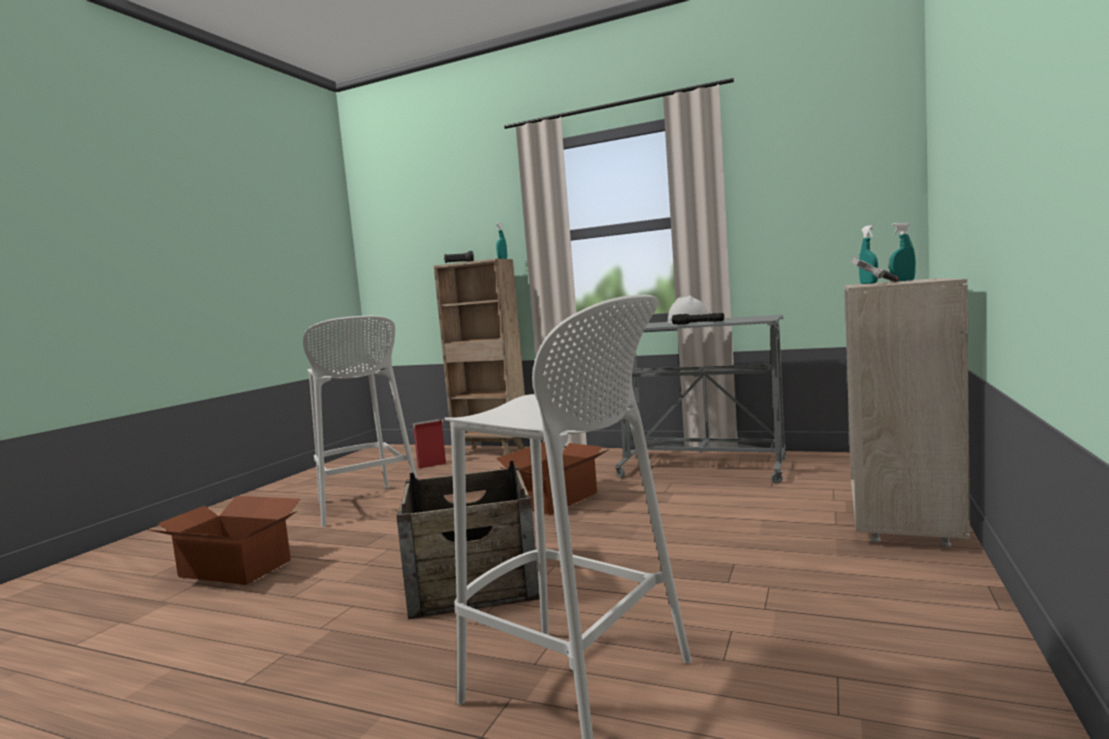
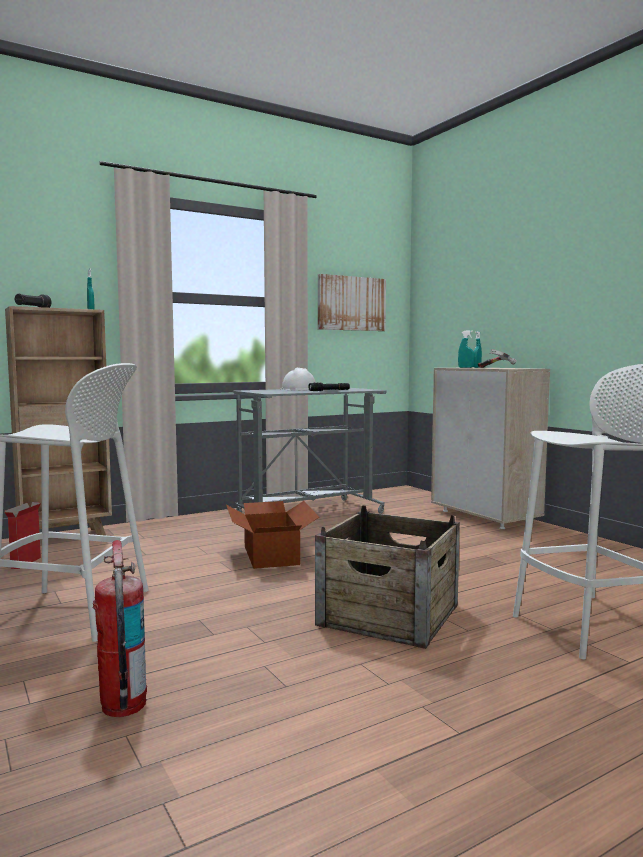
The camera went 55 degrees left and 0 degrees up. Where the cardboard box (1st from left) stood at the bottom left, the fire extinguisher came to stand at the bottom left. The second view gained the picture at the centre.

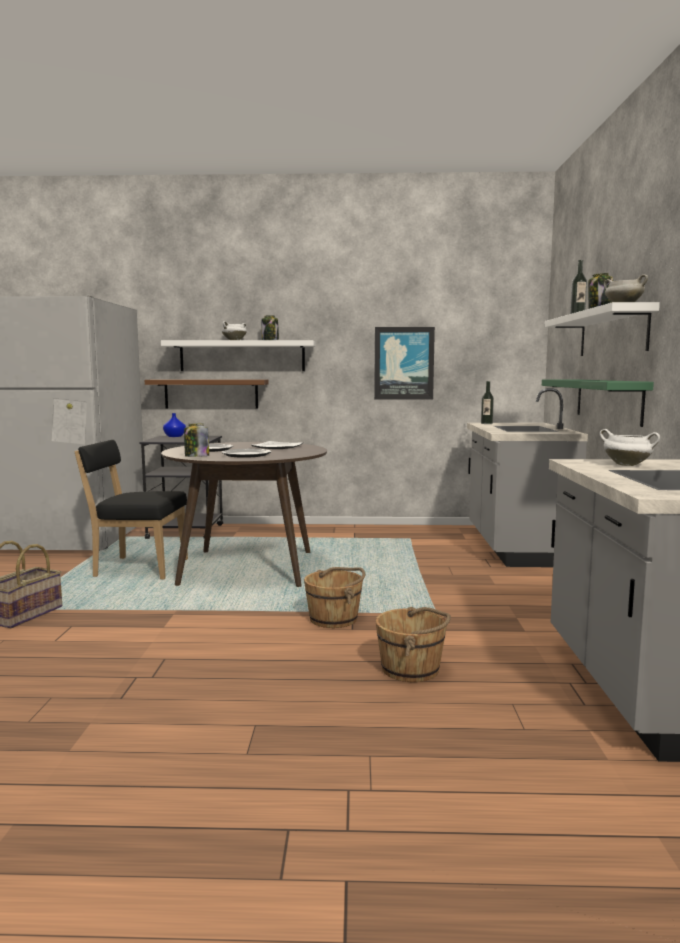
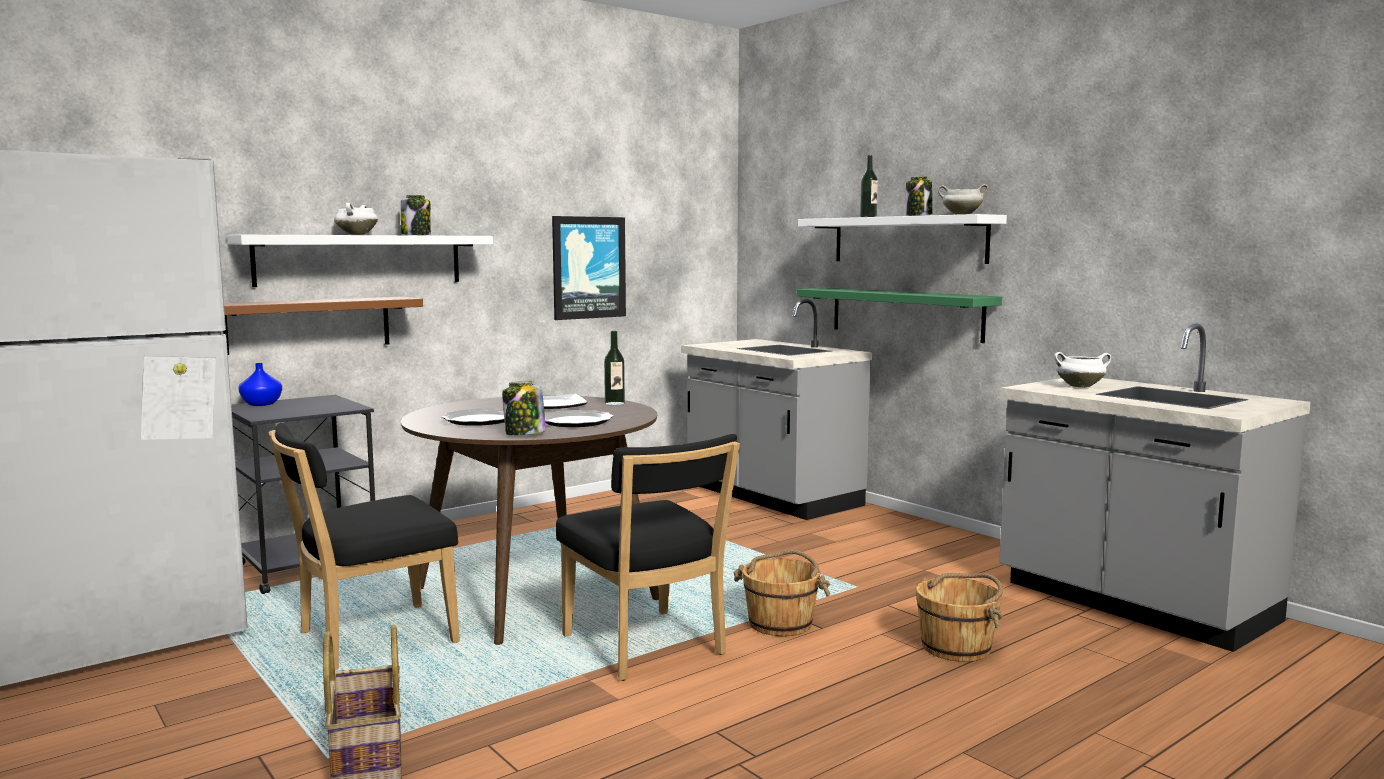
The camera went 40 degrees left and 0 degrees up. The second view gained the chair in black (2nd from left) at the bottom centre. The bottle (1st from left) ended up elsewhere, having gone from the middle right to the centre.

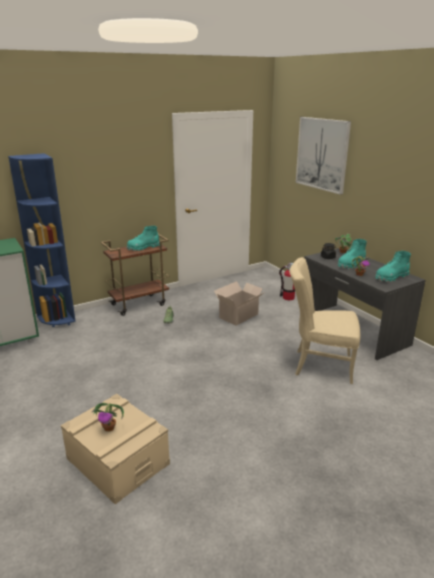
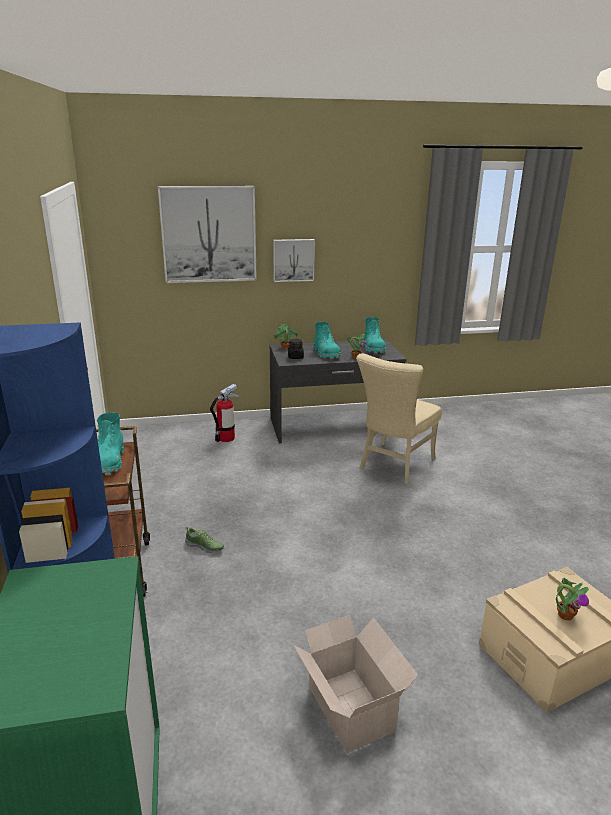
The camera went 70 degrees left and 0 degrees up. The second view gained the picture (2nd from left) at the top centre. The cardboard box ended up elsewhere, having gone from the centre to the bottom centre.

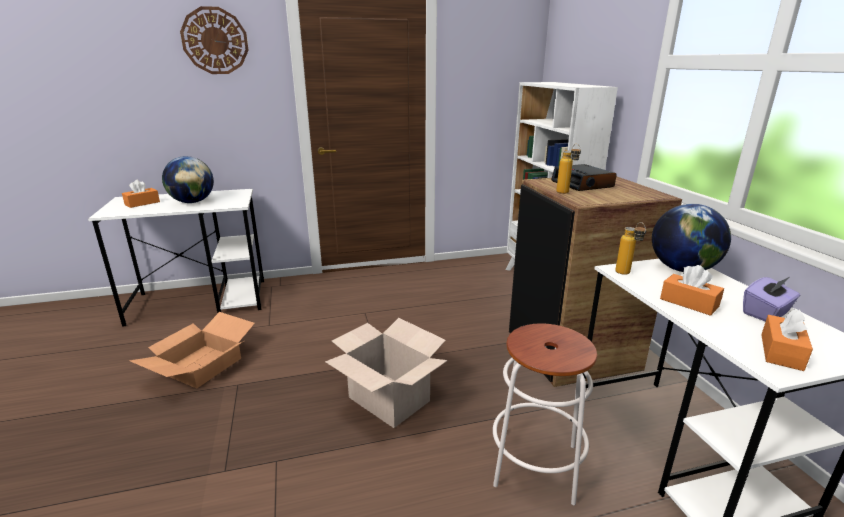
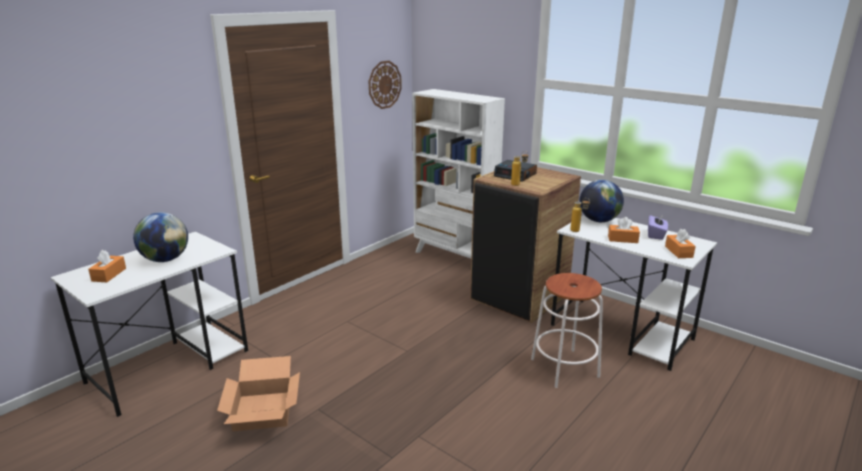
The camera went 35 degrees left and 0 degrees up. The wall clock ended up elsewhere, having gone from the top left to the top centre. The second view lost the cardboard box (2nd from left) at the bottom centre.

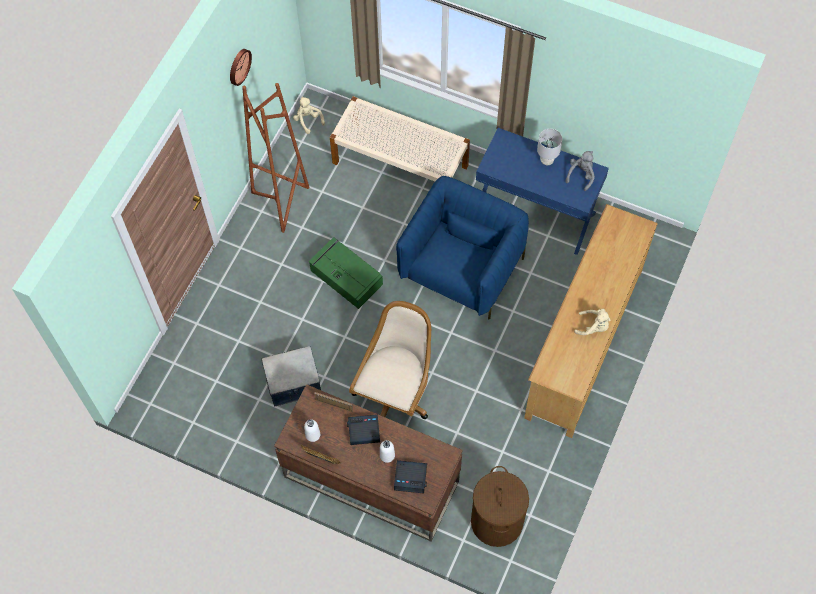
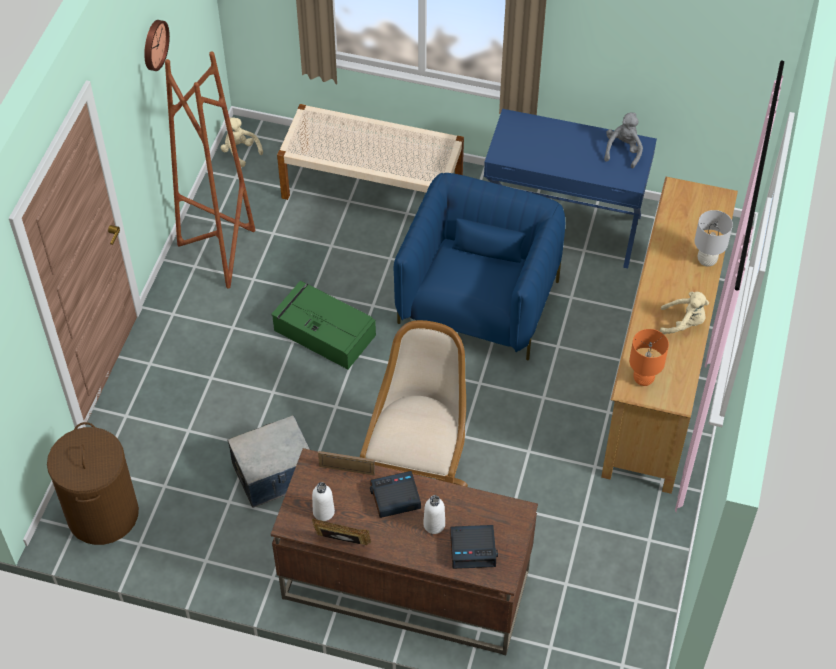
The camera went 10 degrees left and 10 degrees down. The laundry basket in brown ended up elsewhere, having gone from the bottom centre to the bottom left. The second view gained the table lamp in orange at the middle right. The table lamp in grey ended up elsewhere, having gone from the top right to the middle right.

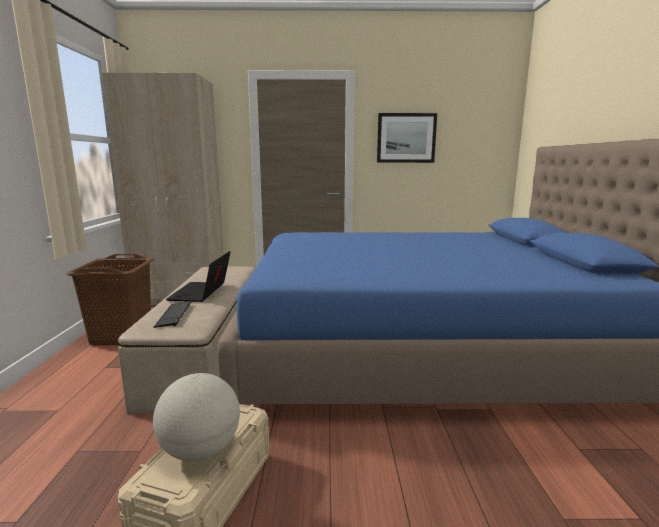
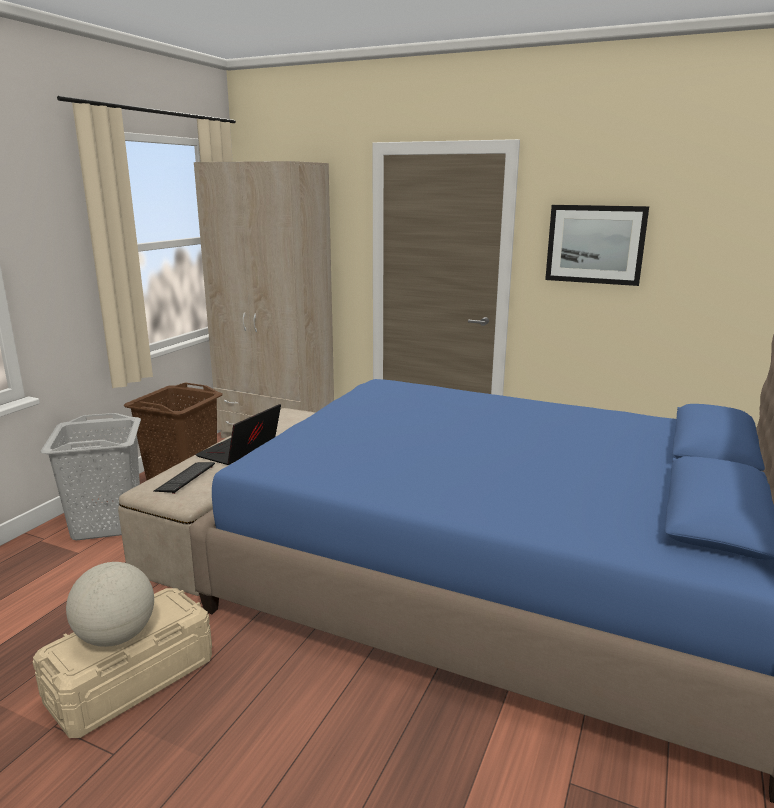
The camera went 25 degrees right and 5 degrees up. The second view gained the laundry basket in grey at the middle left.

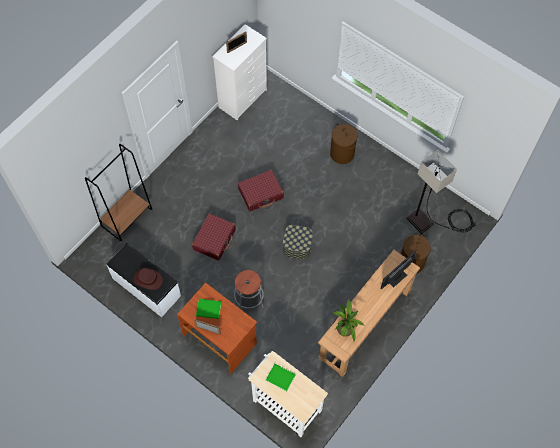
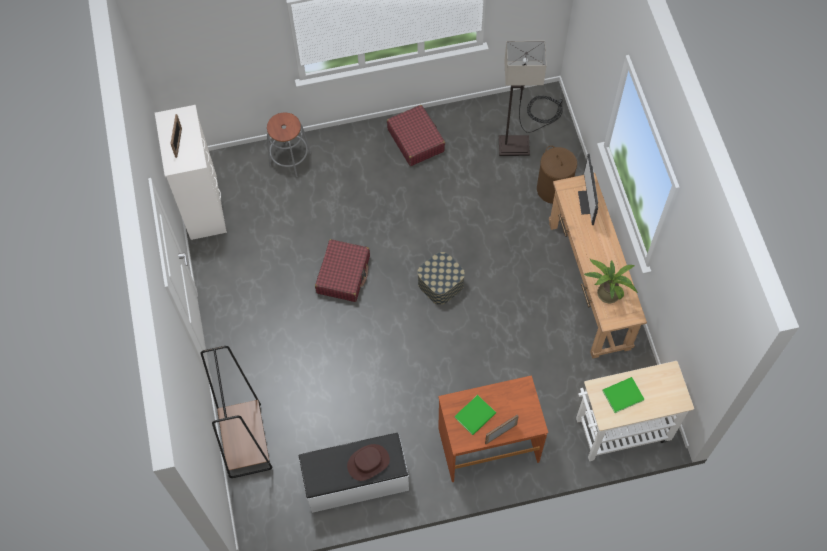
The camera went 50 degrees left and 0 degrees up. The stool in grey ended up elsewhere, having gone from the centre to the top centre. The suitcase in red (1st from left in the first image) ended up elsewhere, having gone from the centre to the top centre. The second view lost the laundry basket in brown (1st from left) at the top centre.

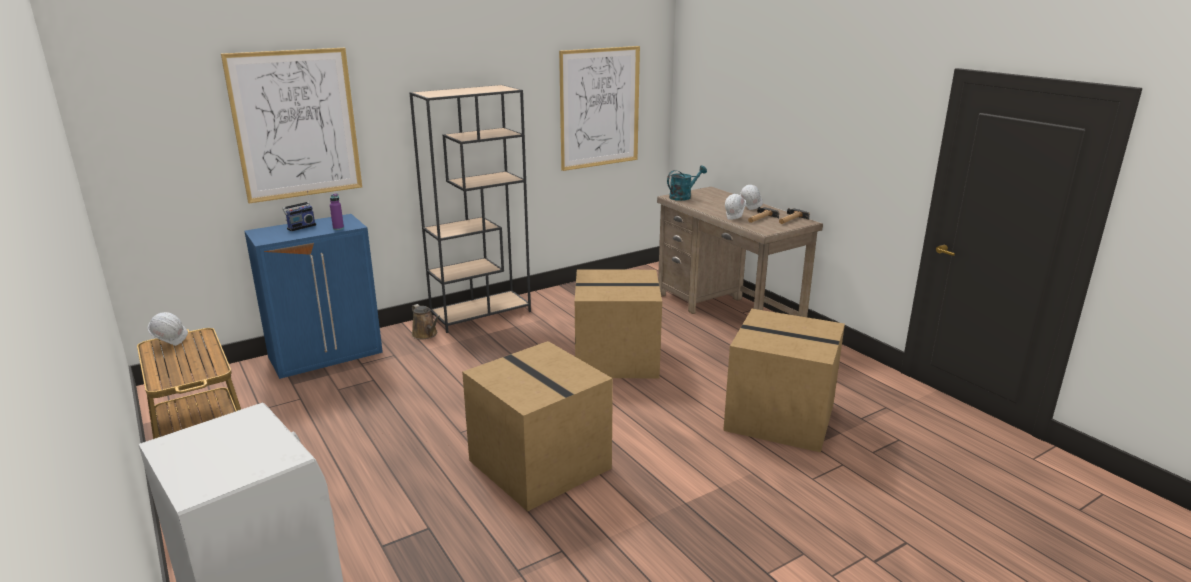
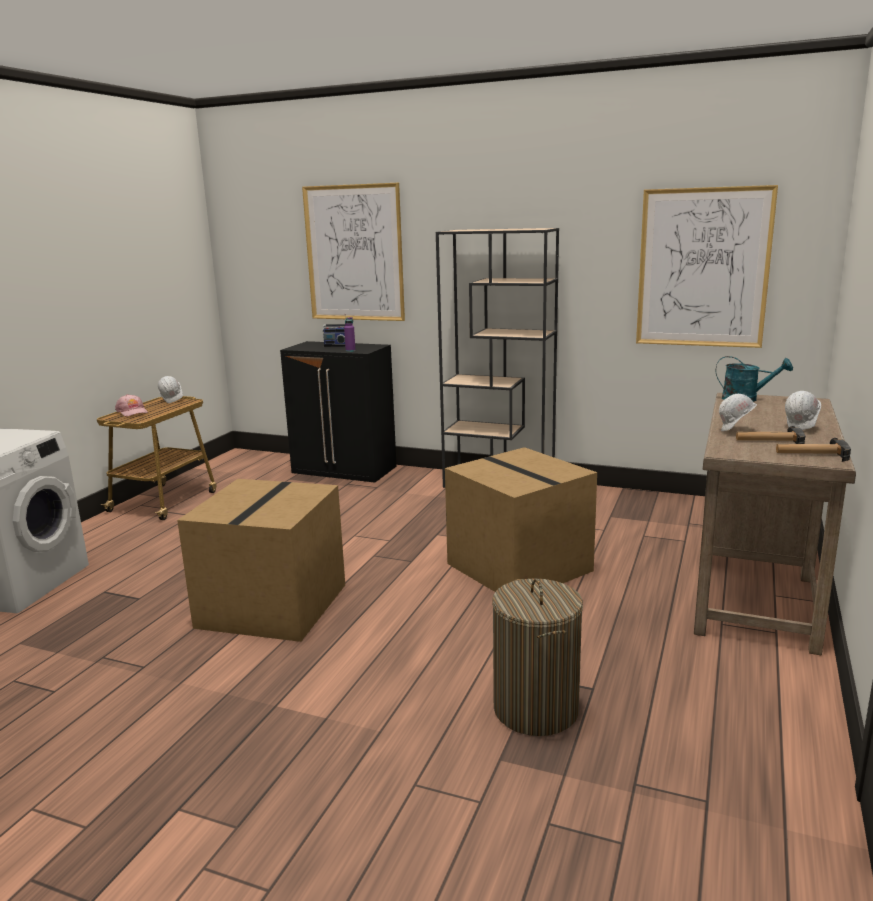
The camera went 55 degrees right and 5 degrees down. The second view gained the cap in pink at the middle left. What was the cabinet in blue at the middle left turned into the cabinet in black at the centre. Where the cardboard box (3rd from left) stood at the centre, the laundry basket came to stand at the bottom centre. The second view lost the watering can in brown at the centre.

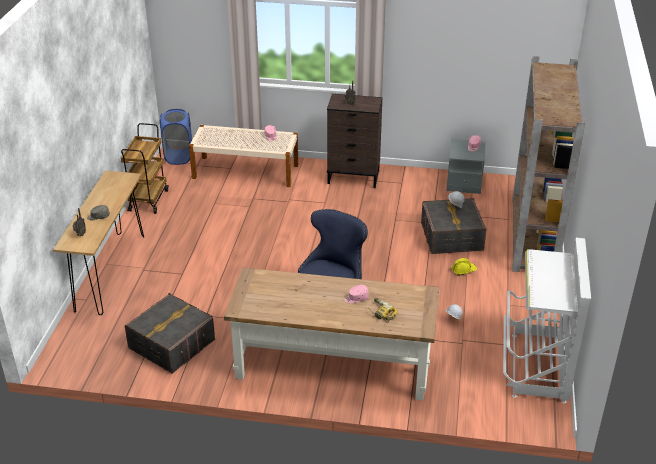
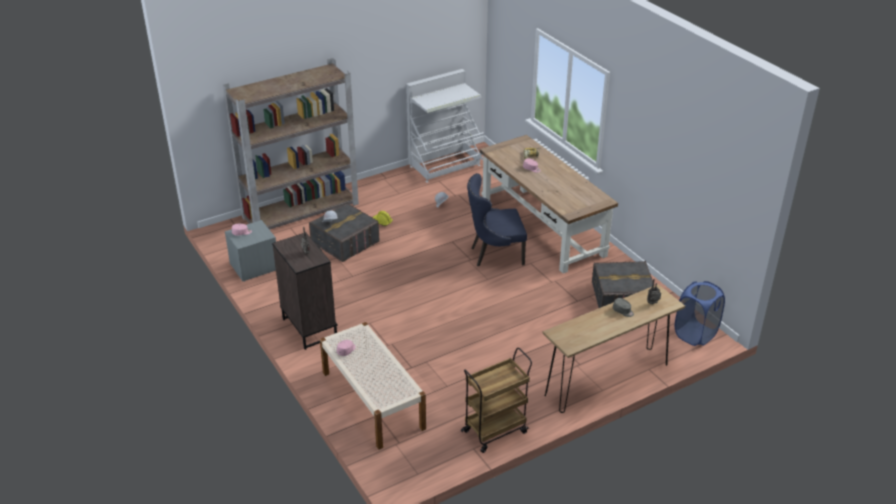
The camera went 130 degrees left and 0 degrees up. The laundry basket in blue ended up elsewhere, having gone from the top left to the middle right.

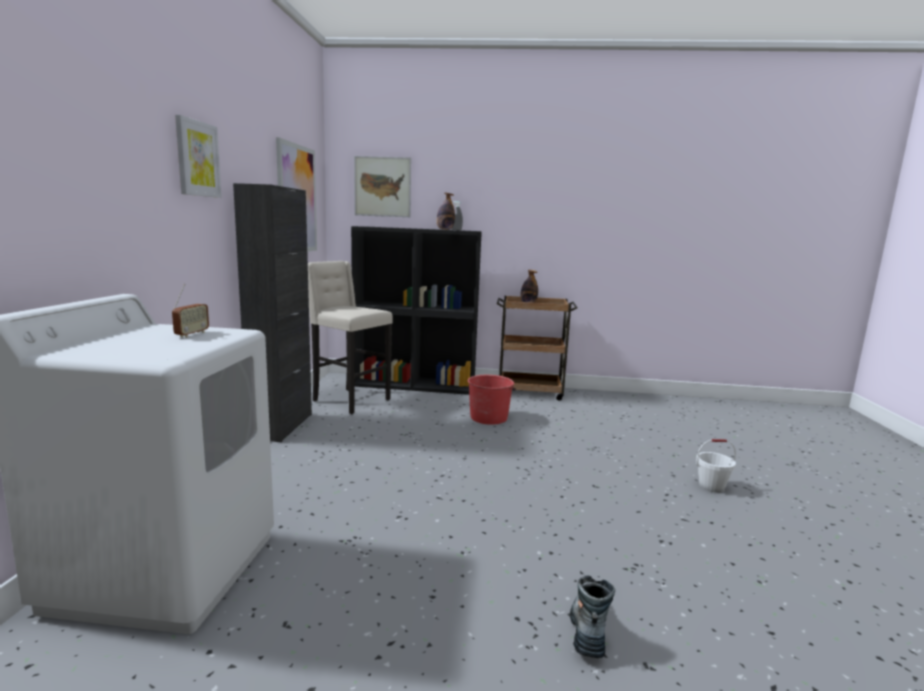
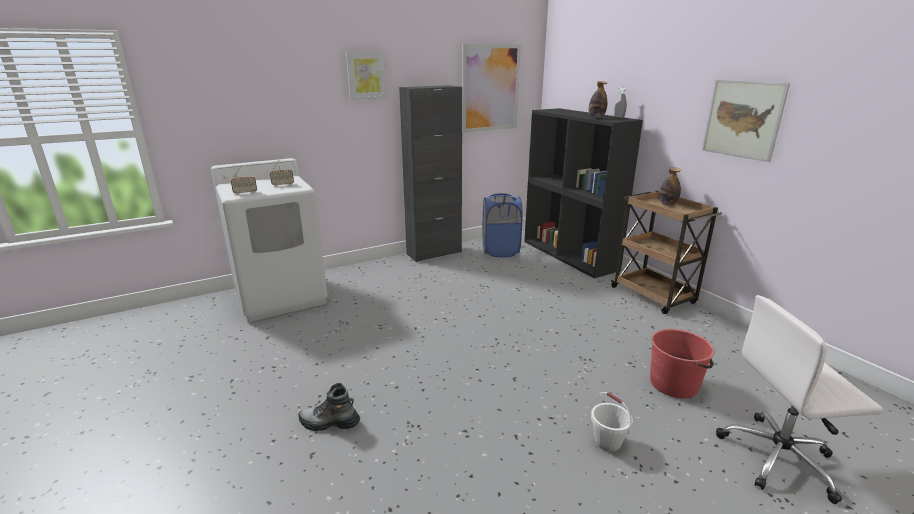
The camera went 55 degrees right and 10 degrees up. The second view gained the radio (1st from left) at the middle left. The boot at the bottom centre ended up facing another way, 150 degrees counterclockwise from before. Where the stool in beige stood at the centre, the laundry basket in blue came to stand at the centre. The bucket in red ended up elsewhere, having gone from the centre to the bottom right. The picture (3rd from left) ended up elsewhere, having gone from the top centre to the top right. The second view gained the office chair in white at the bottom right.

